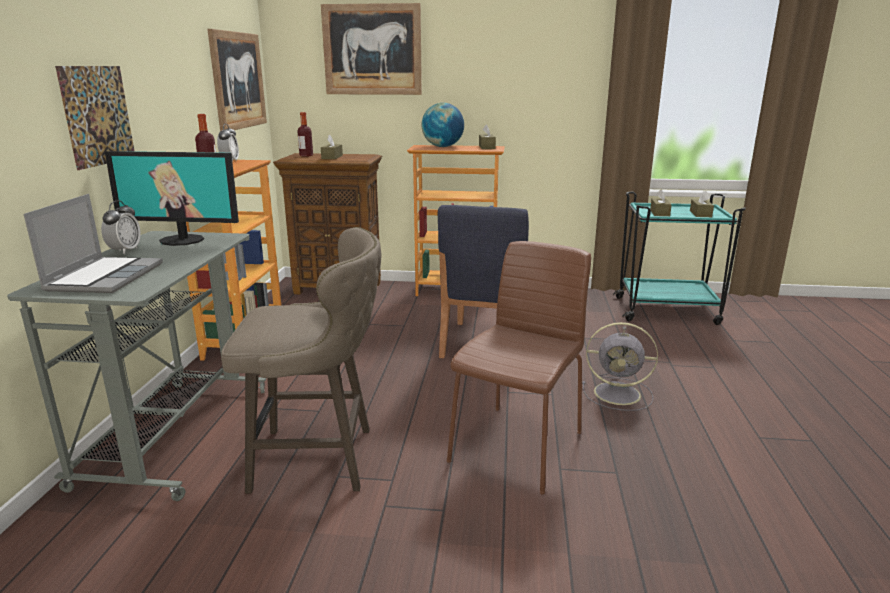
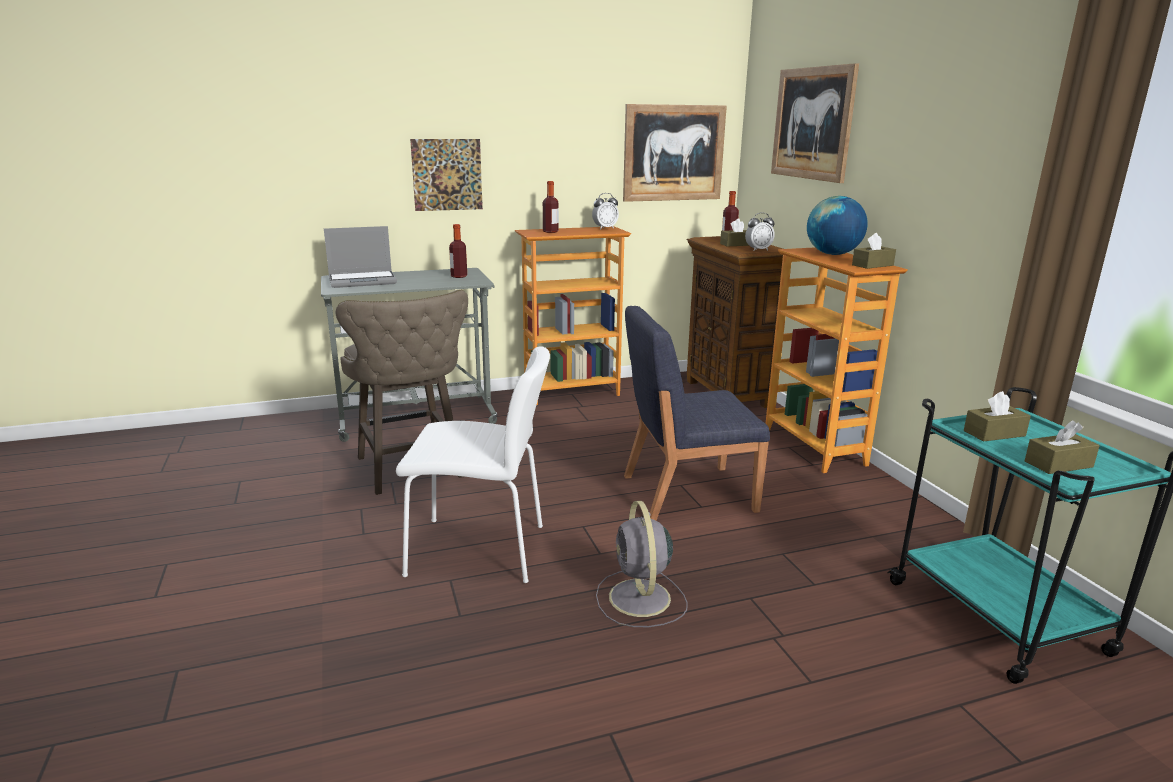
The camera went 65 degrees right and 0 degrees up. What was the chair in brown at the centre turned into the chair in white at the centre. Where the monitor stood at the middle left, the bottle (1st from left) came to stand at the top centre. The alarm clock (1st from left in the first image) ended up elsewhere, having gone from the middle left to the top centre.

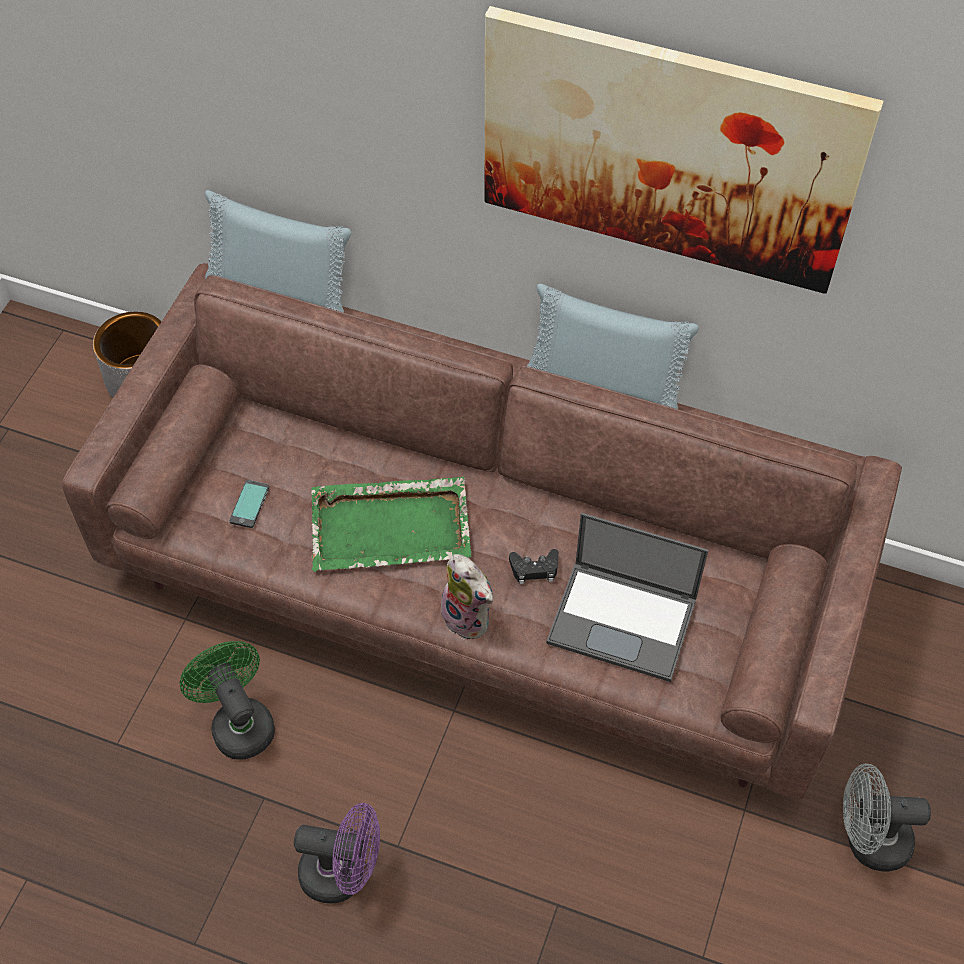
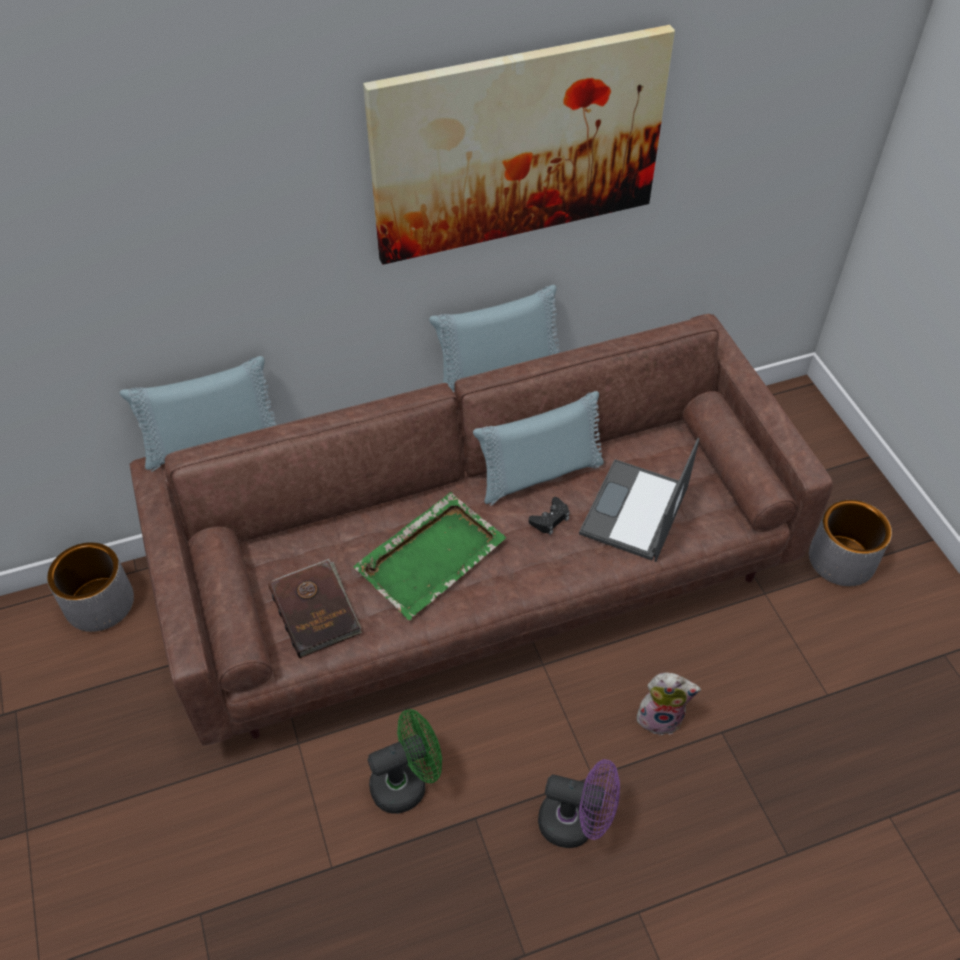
The camera went 40 degrees left and 5 degrees down. Where the phone stood at the middle left, the book in brown came to stand at the middle left. The fan in green at the bottom left ended up facing another way, 135 degrees clockwise from before. The second view gained the pillow in blue (3rd from left) at the centre. The fan in purple at the bottom centre ended up facing another way, 45 degrees clockwise from before. The laptop at the centre ended up facing another way, 135 degrees clockwise from before. The plush toy ended up elsewhere, having gone from the centre to the bottom right. Where the fan in grey stood at the bottom right, the planter in grey (2nd from left) came to stand at the middle right.

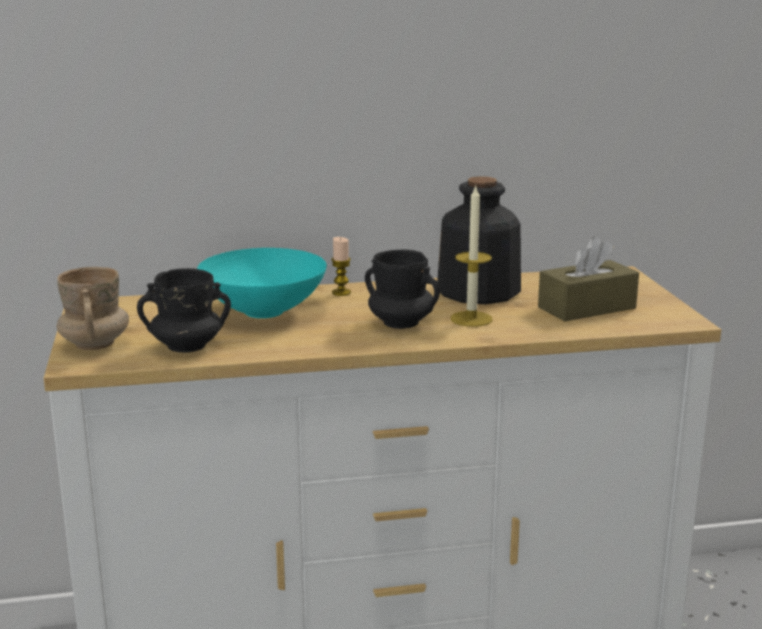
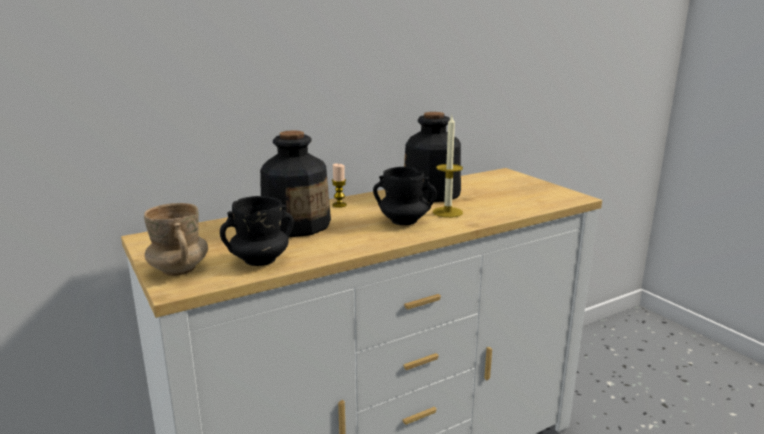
The camera went 20 degrees left and 0 degrees up. Where the bowl in turquoise stood at the centre, the bottle (1st from left) came to stand at the centre. The second view lost the tissue box in brown at the middle right.

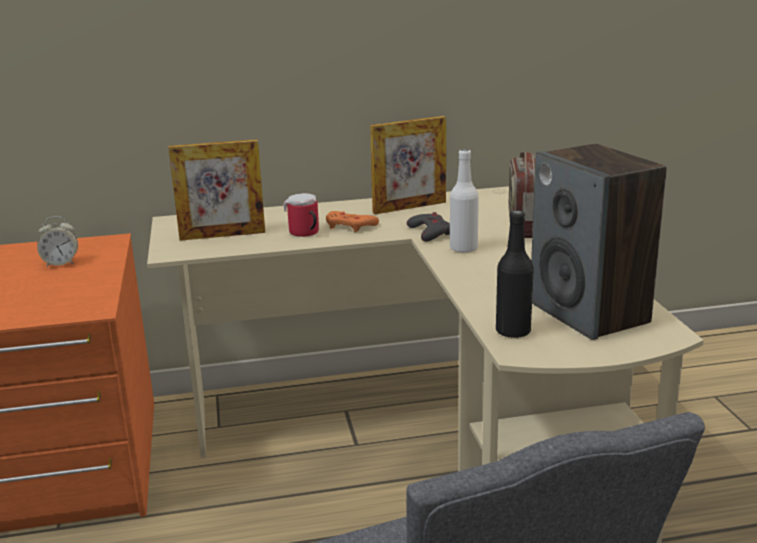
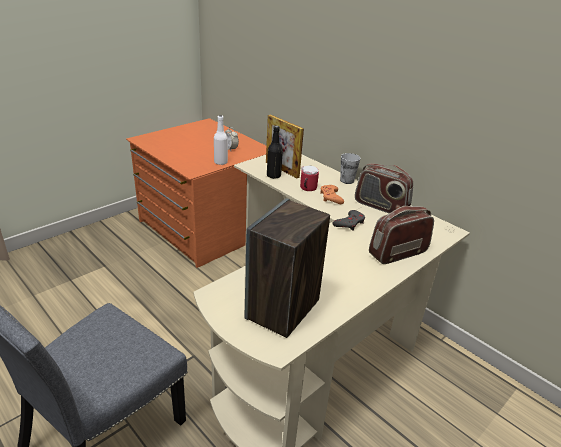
The camera went 55 degrees right and 10 degrees up. The bottle in white ended up elsewhere, having gone from the centre to the top centre. The bottle in black ended up elsewhere, having gone from the middle right to the centre. The second view gained the cup at the centre. Where the picture frame (2nd from left) stood at the top centre, the radio (1st from left) came to stand at the middle right.

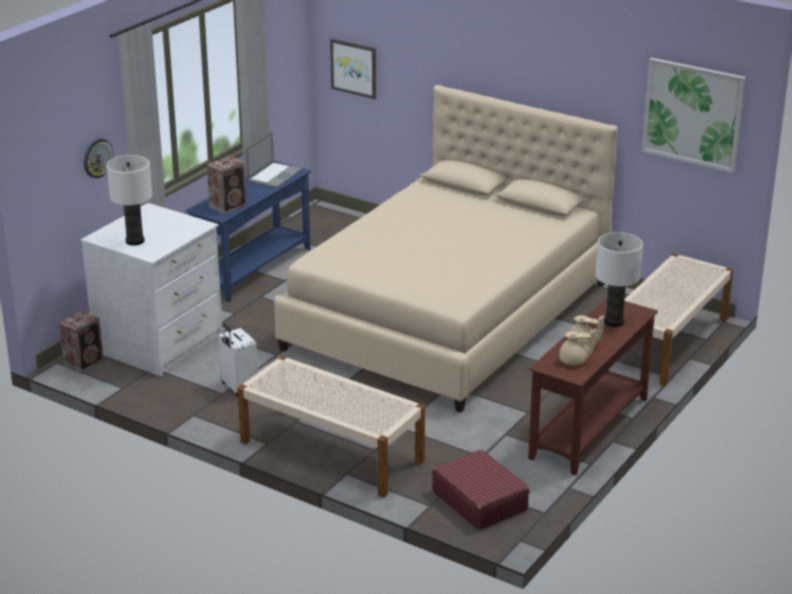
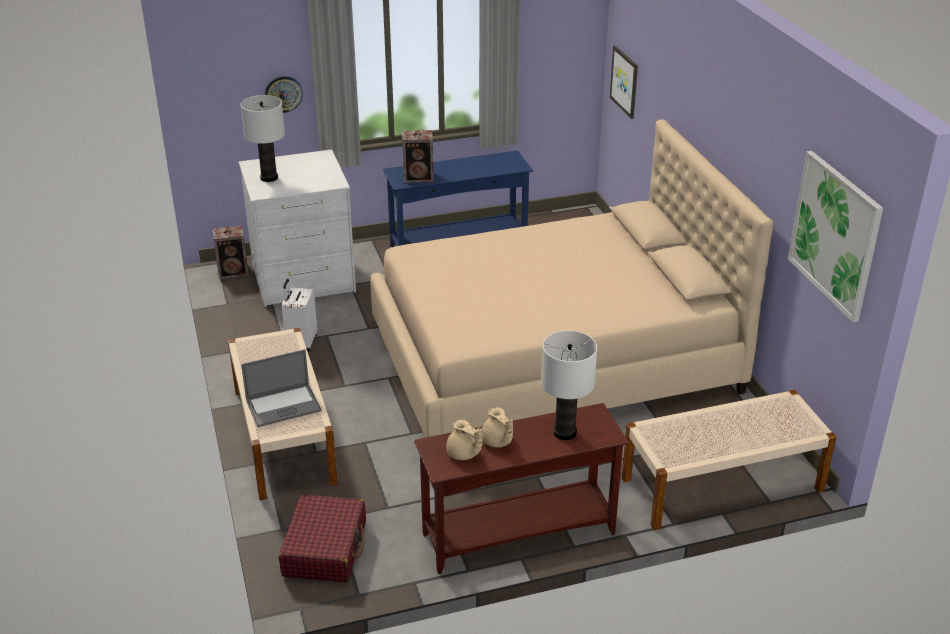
The camera went 40 degrees right and 5 degrees up. The laptop ended up elsewhere, having gone from the top centre to the middle left.

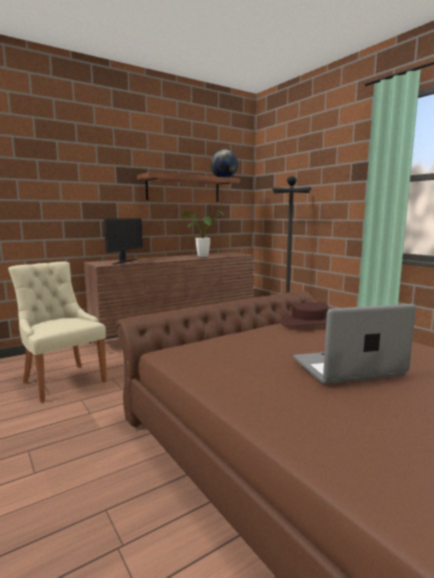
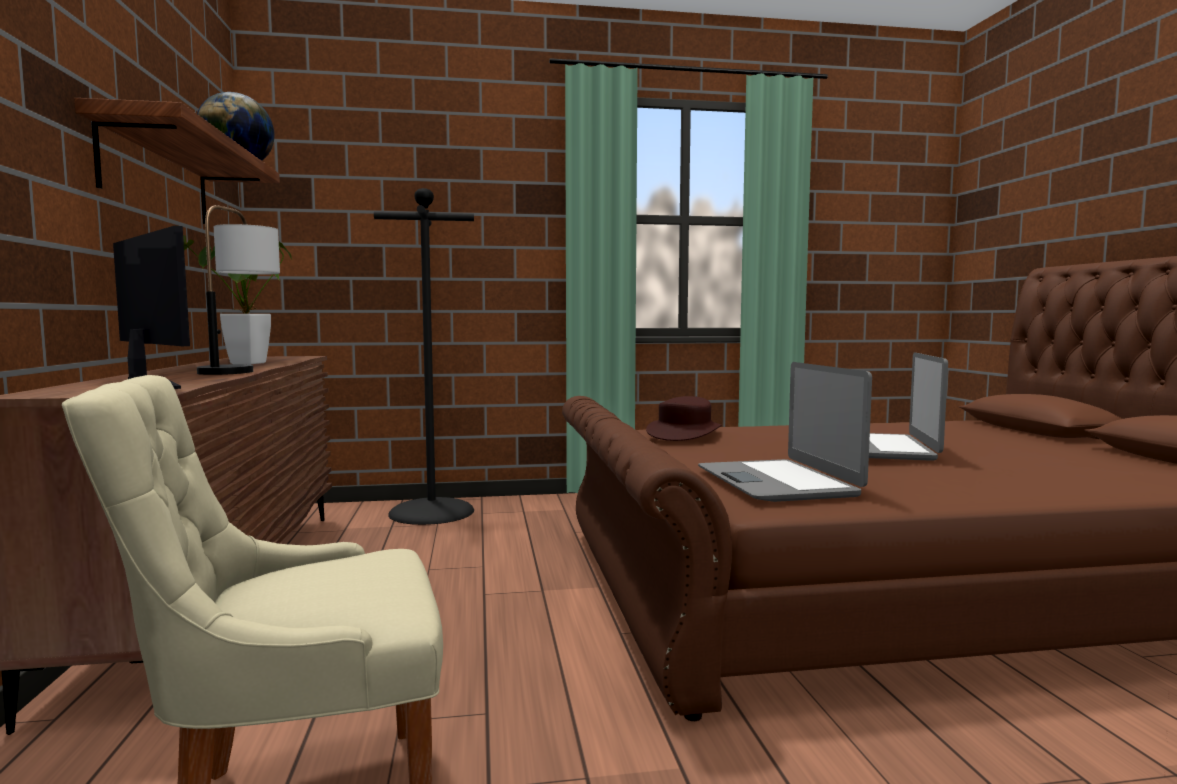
The camera went 65 degrees left and 5 degrees down. The second view gained the table lamp at the middle left. The second view gained the laptop (1st from left) at the middle right.

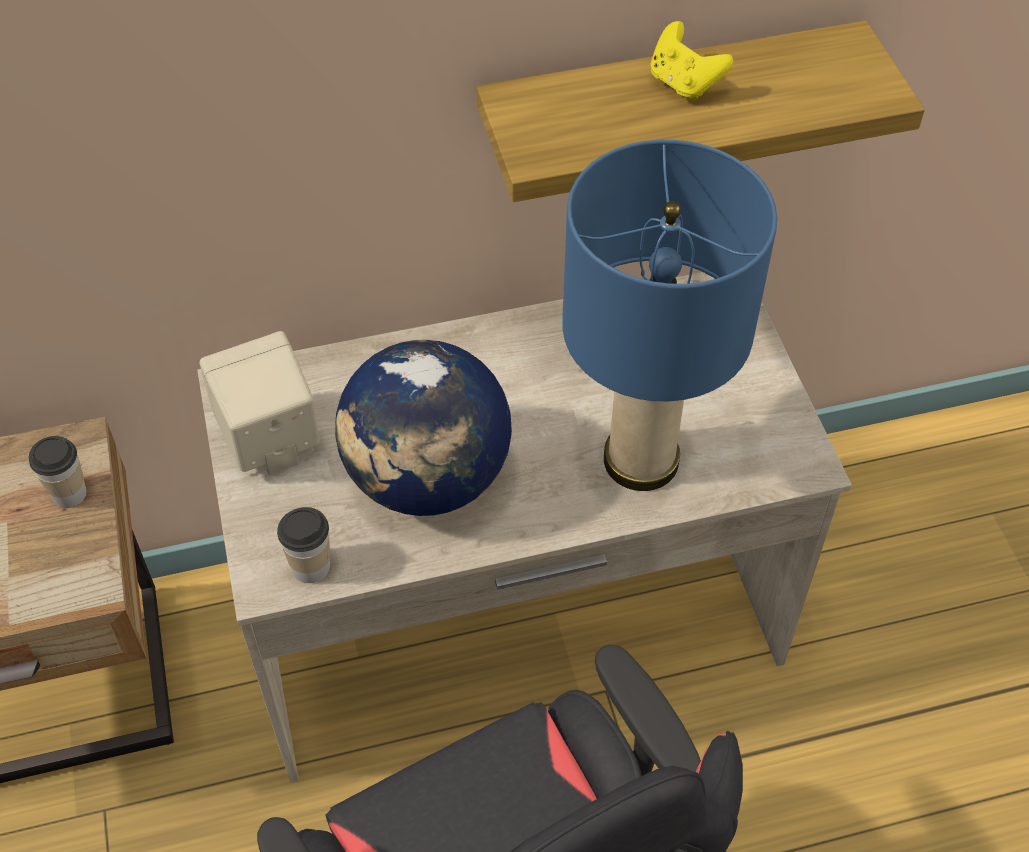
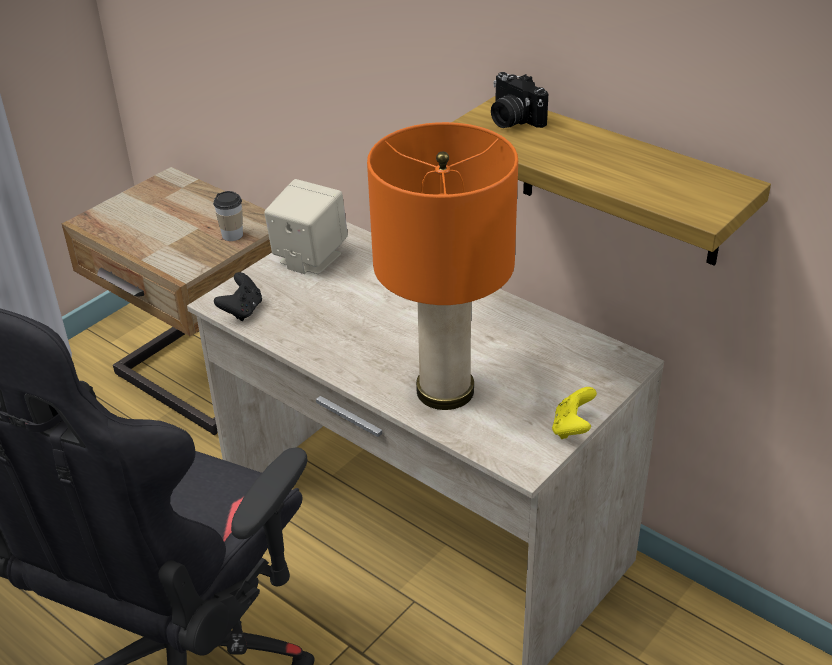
The camera went 55 degrees right and 15 degrees down. Where the cup (2nd from left) stood at the middle left, the game controller in black came to stand at the middle left. What was the table lamp in blue at the centre turned into the table lamp in orange at the centre. The second view gained the photo camera at the top centre. The game controller in yellow ended up elsewhere, having gone from the top right to the middle right. The second view lost the globe at the centre.

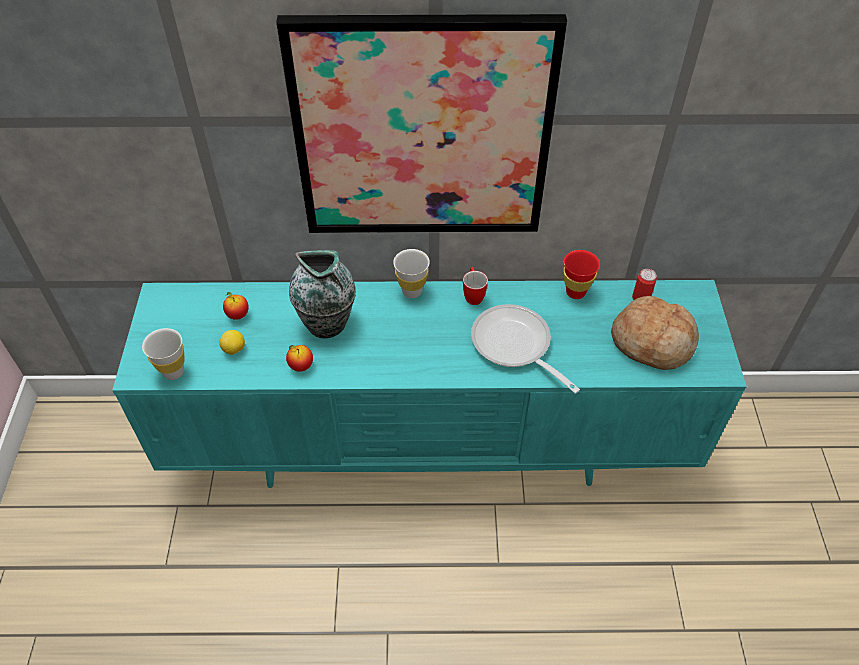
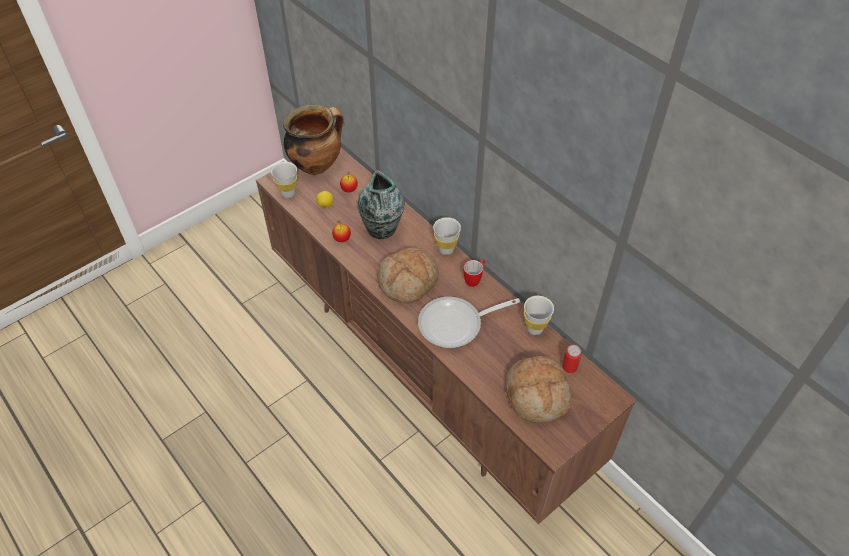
The camera went 50 degrees right and 0 degrees up. What was the cabinet in turquoise at the centre turned into the cabinet in brown at the centre. The second view gained the cooking pot at the top centre. The second view gained the bread (1st from left) at the centre. The frying pan at the centre ended up facing another way, 120 degrees counterclockwise from before. What was the cup in red at the middle right turned into the cup in white (3rd from left) at the centre. The second view lost the picture at the top centre.

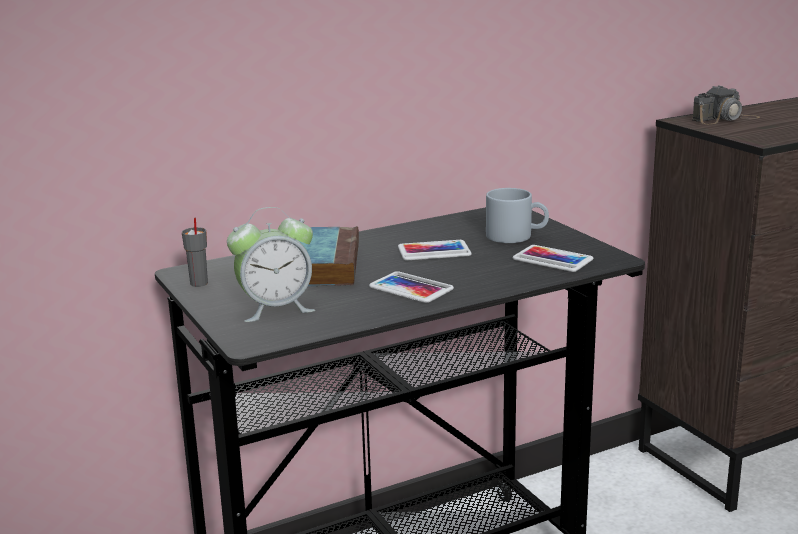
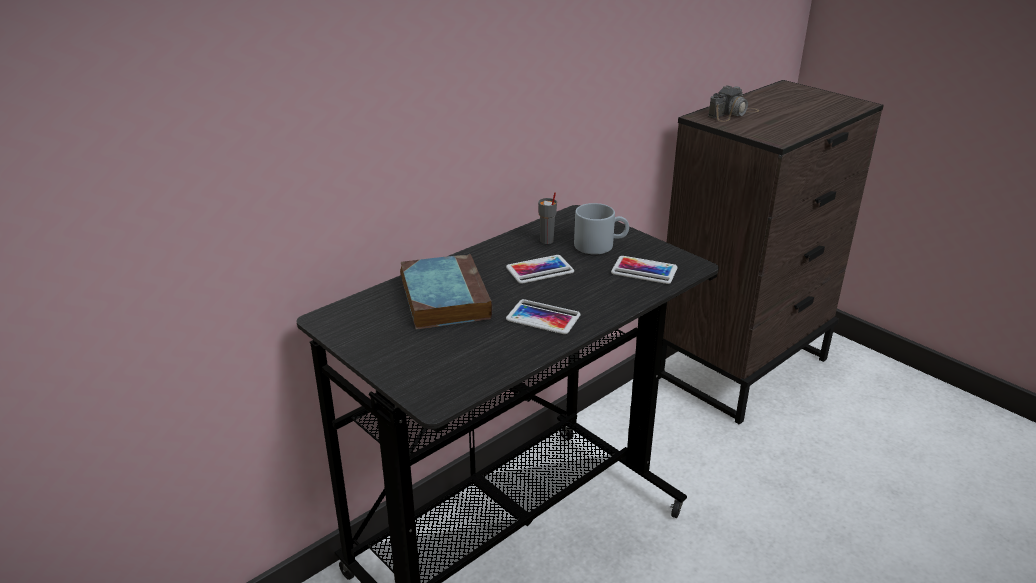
The camera went 15 degrees left and 10 degrees up. The cup in grey ended up elsewhere, having gone from the middle left to the centre. The second view lost the alarm clock at the centre.

